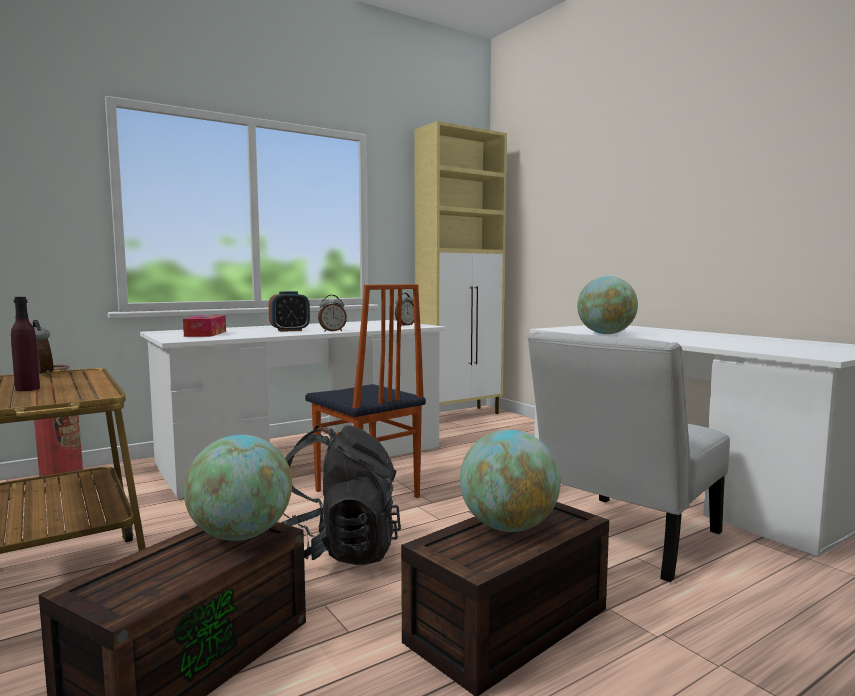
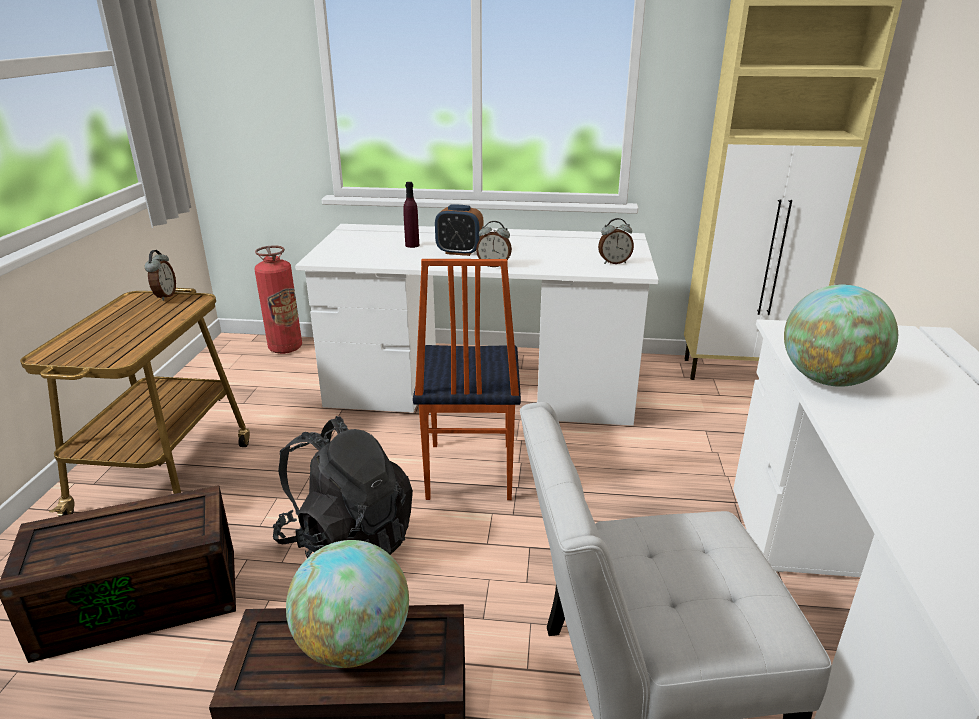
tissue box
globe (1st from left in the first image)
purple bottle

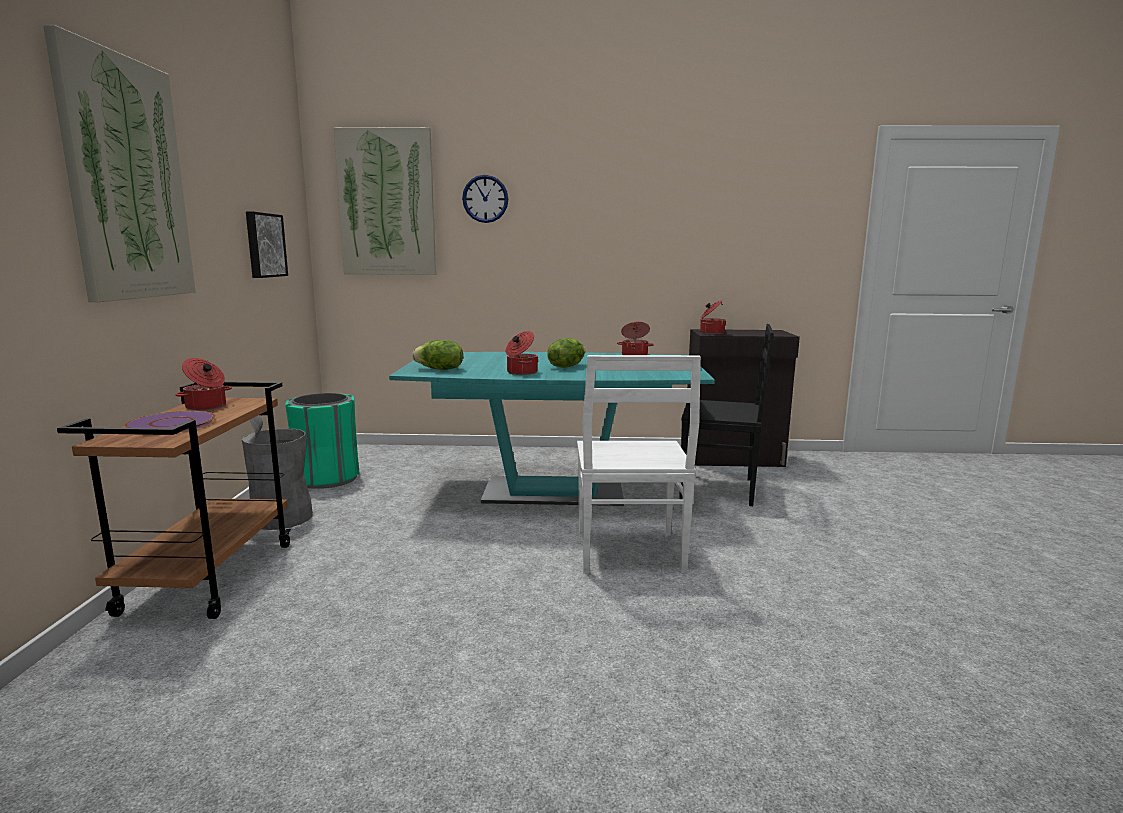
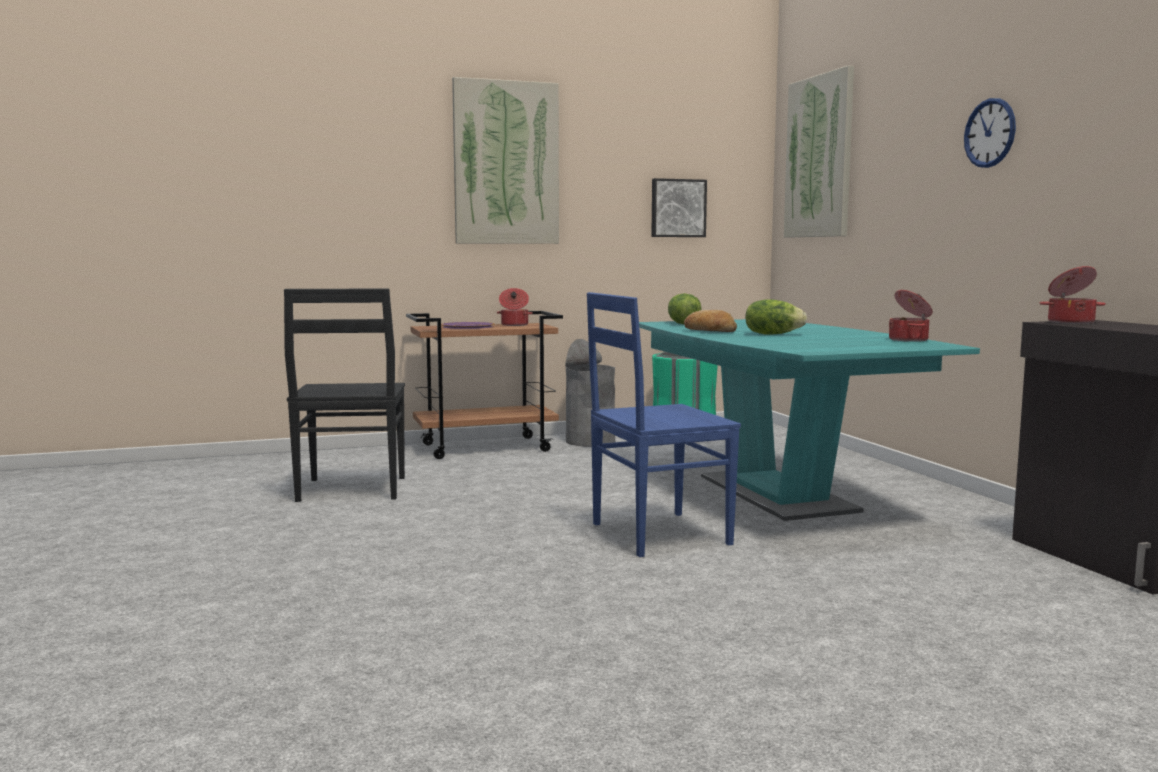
wall clock
black chair
bread
blue chair

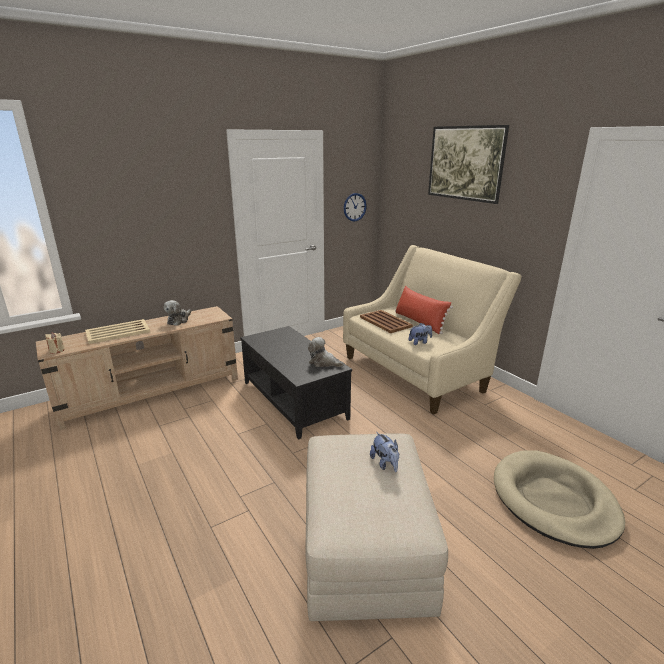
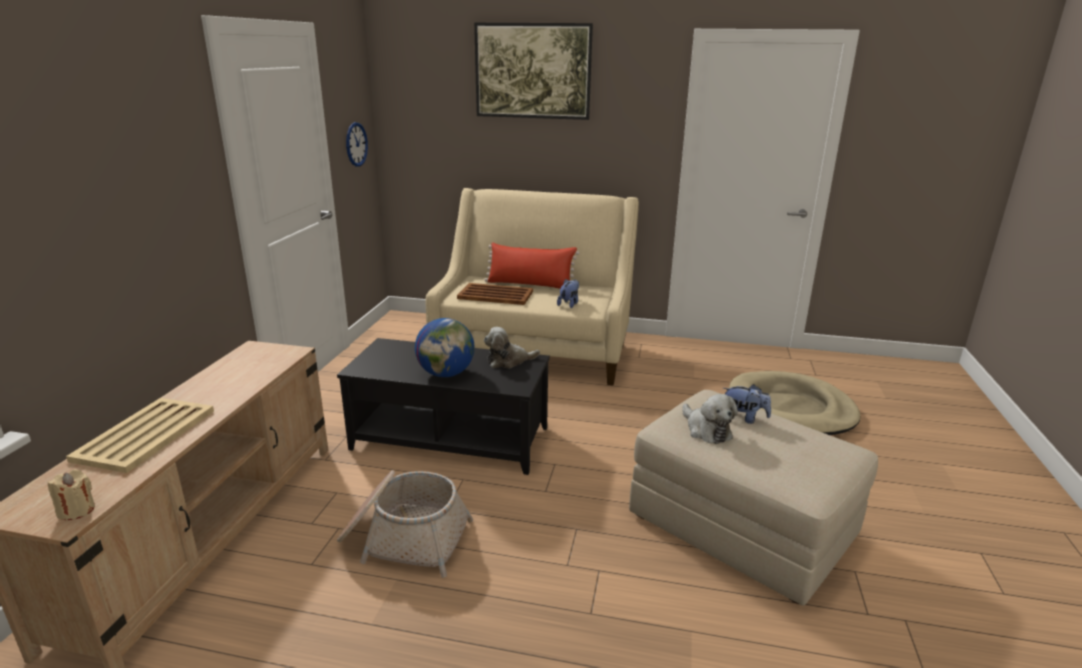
basket
globe
plush toy (3rd from left)

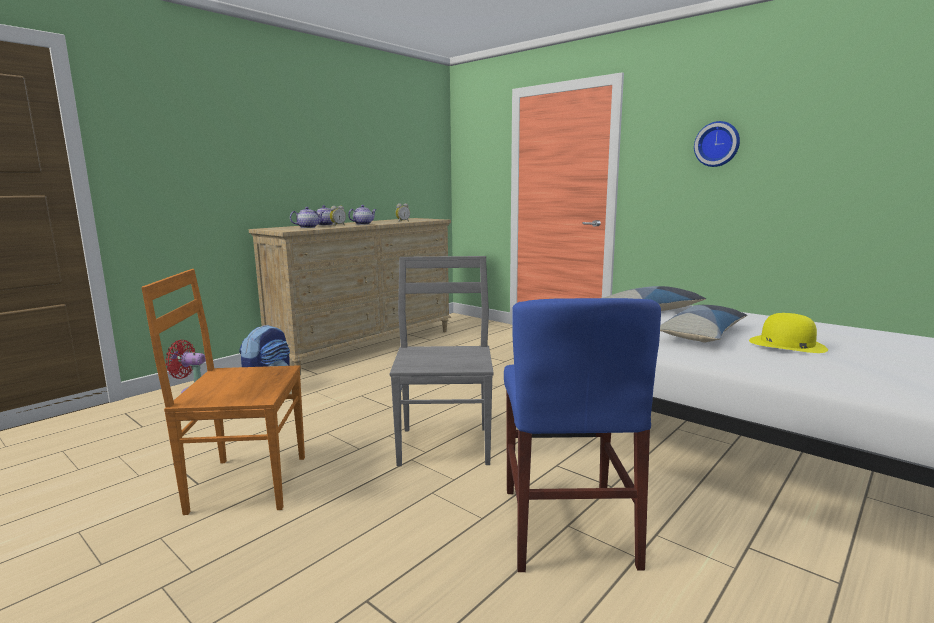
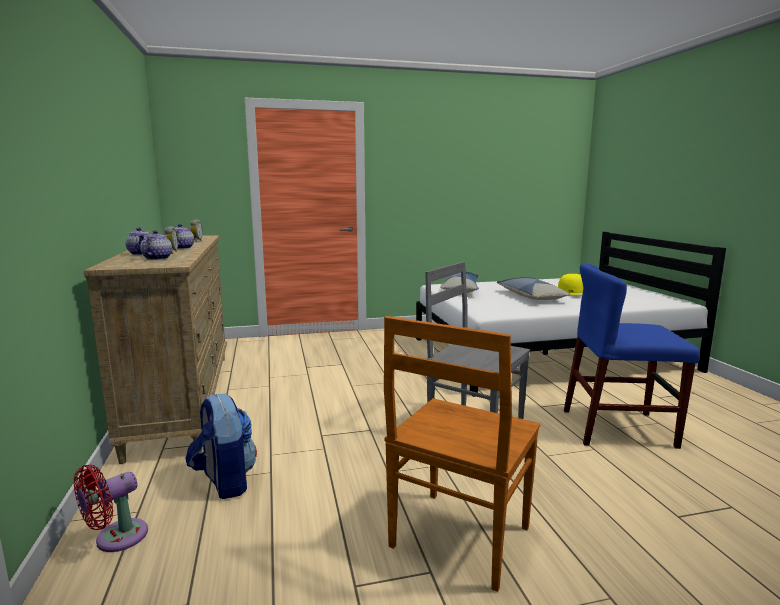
wall clock
blue chair

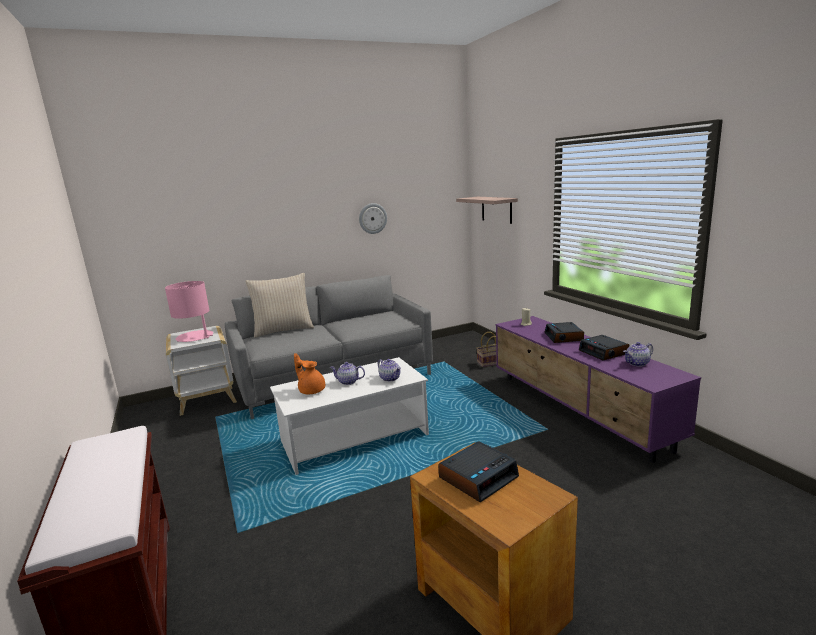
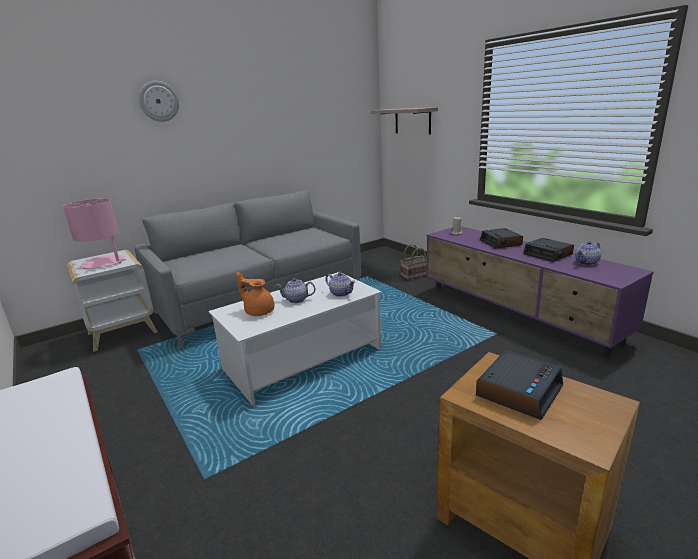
beige pillow
wall clock

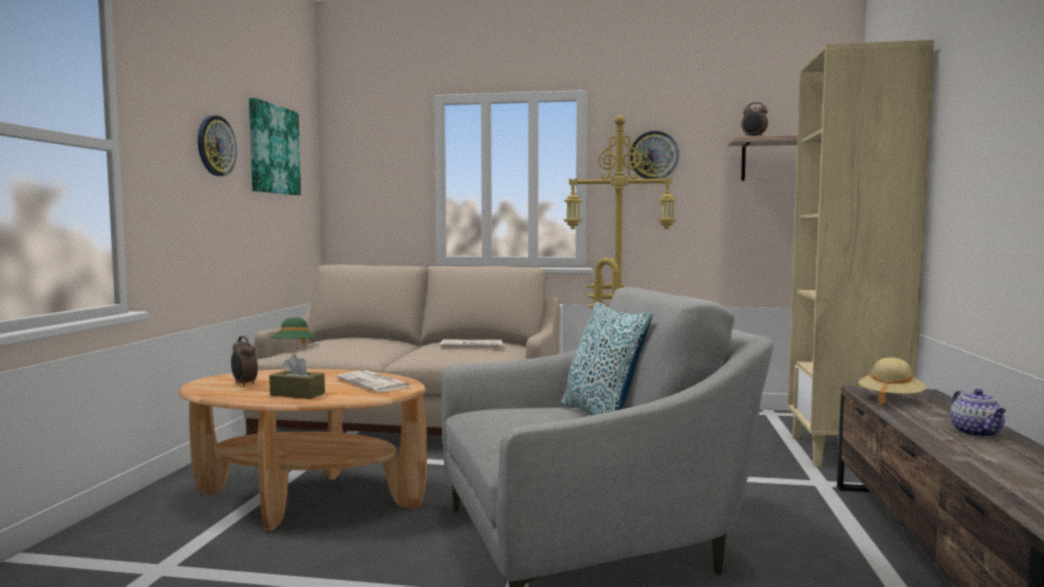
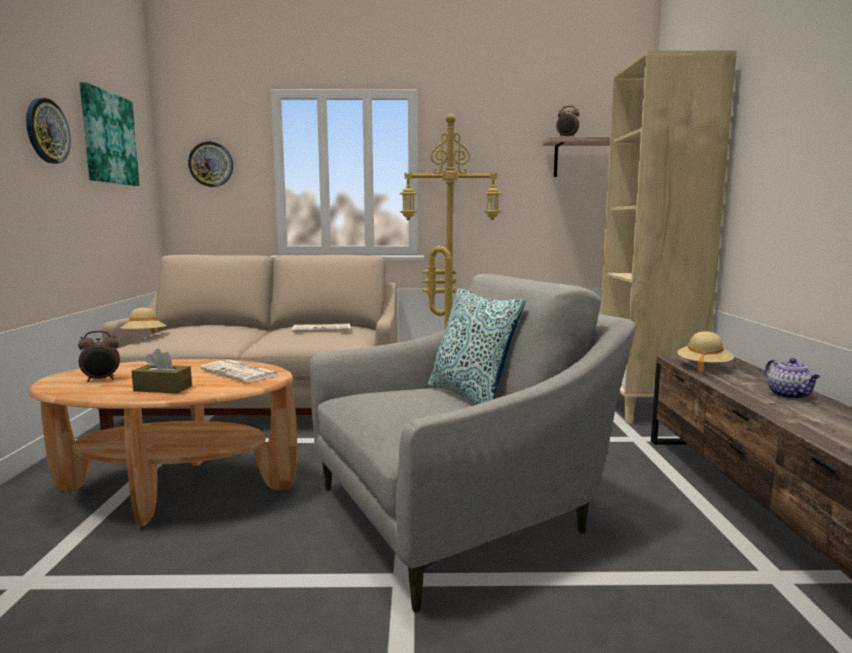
wall clock (2nd from left)
beige hat (1st from left)
alarm clock (1st from left)

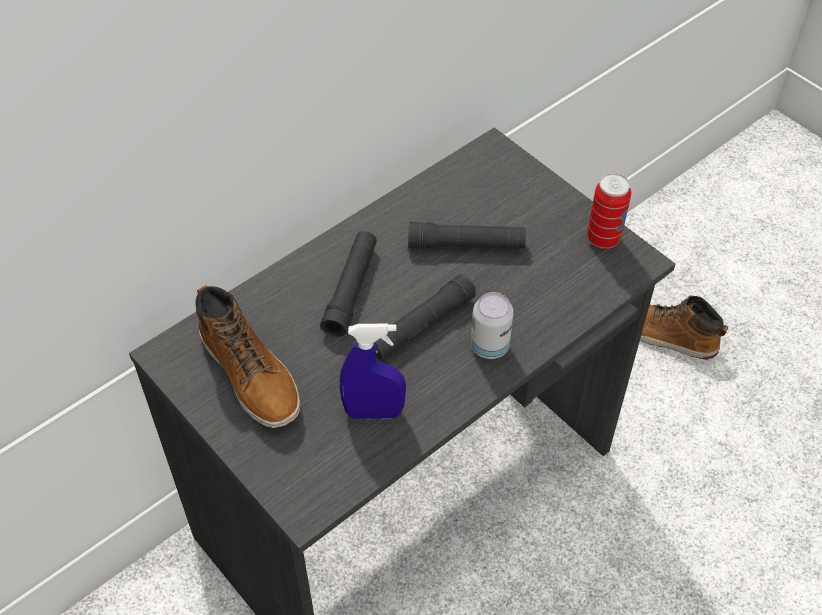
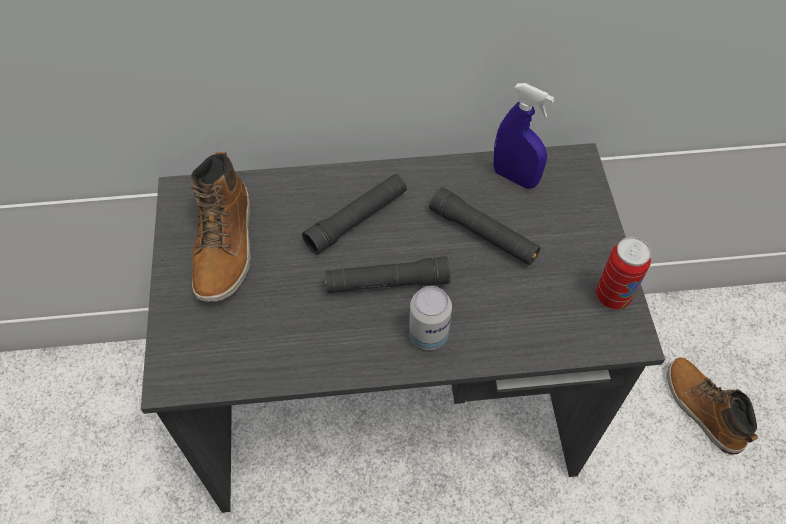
blue spray bottle

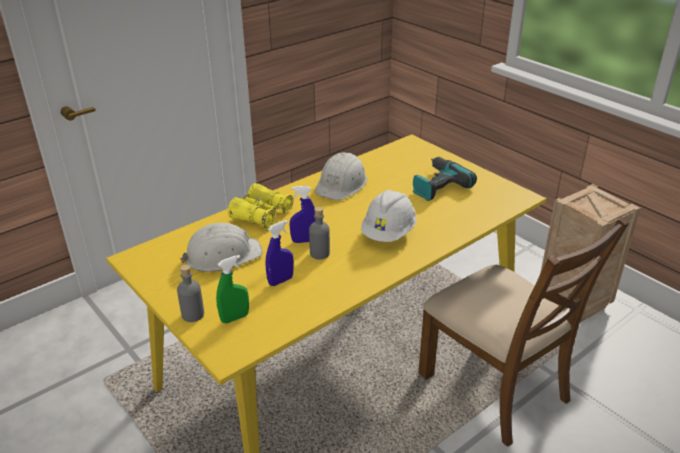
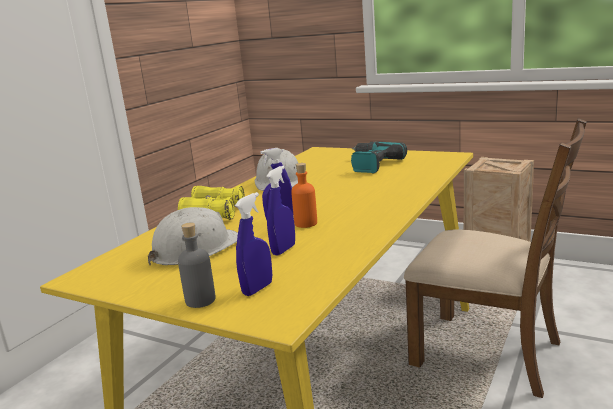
white hard hat (3rd from left in the first image)
blue spray bottle (1st from left)
orange bottle

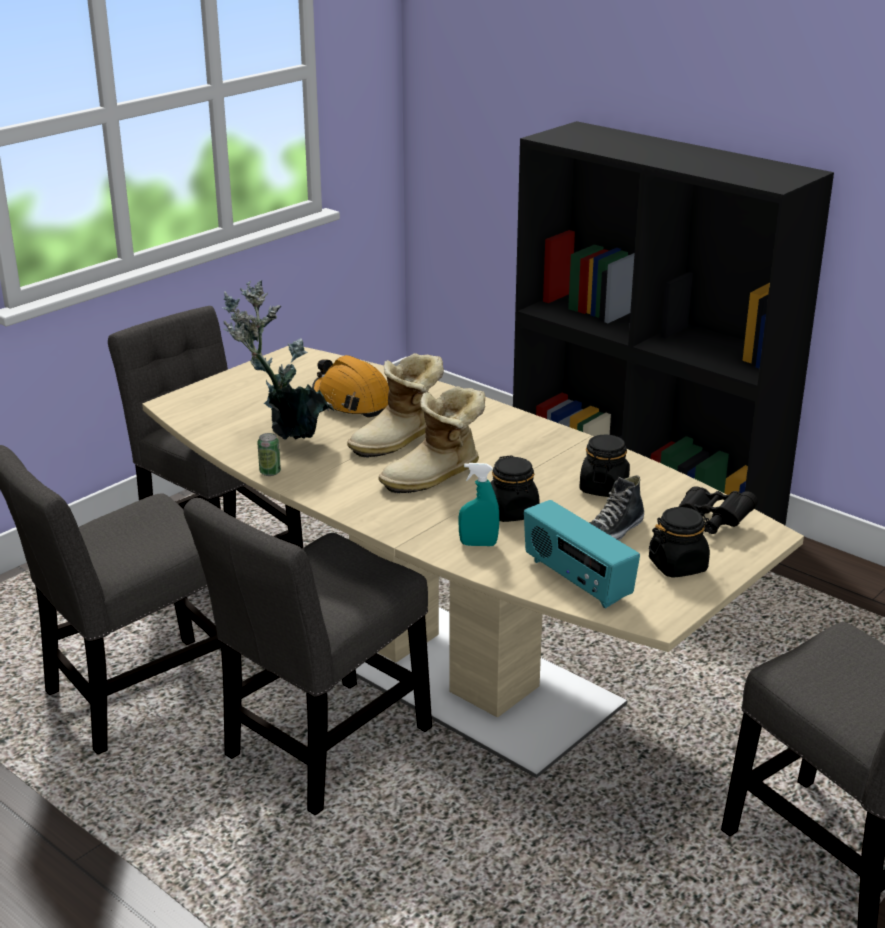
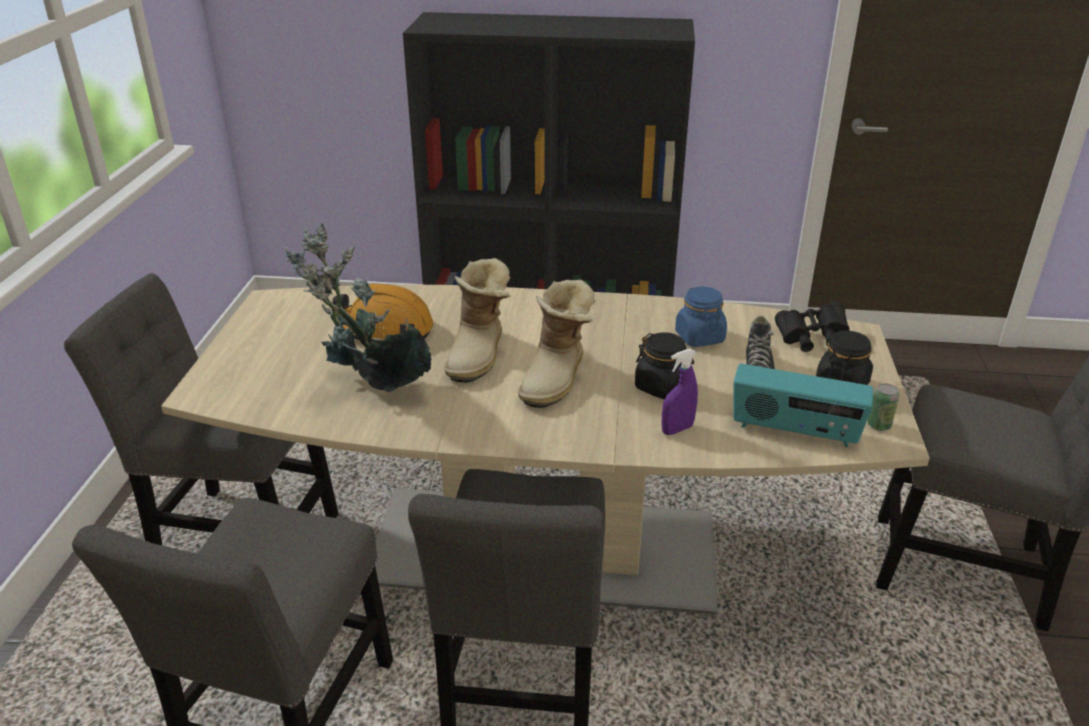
can
purple spray bottle
blue jar

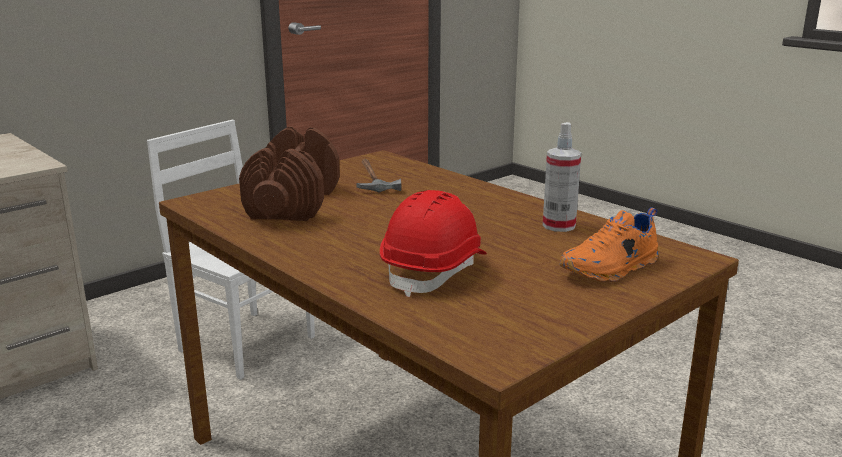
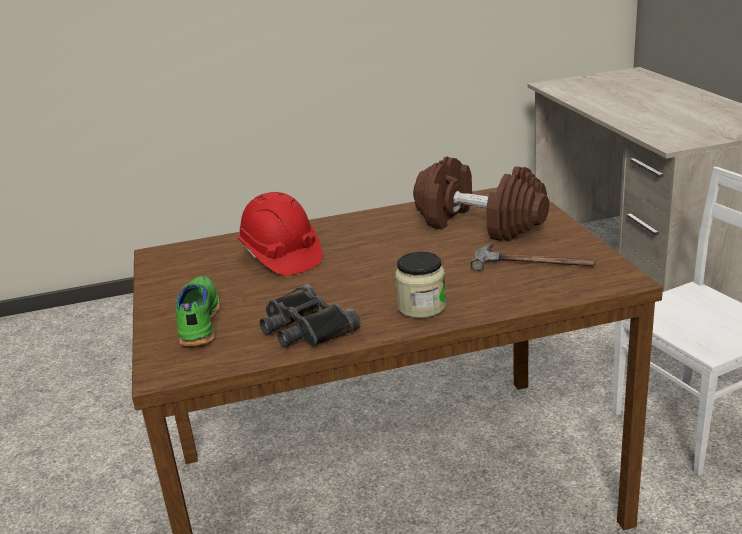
jar
black binoculars
green shoe

